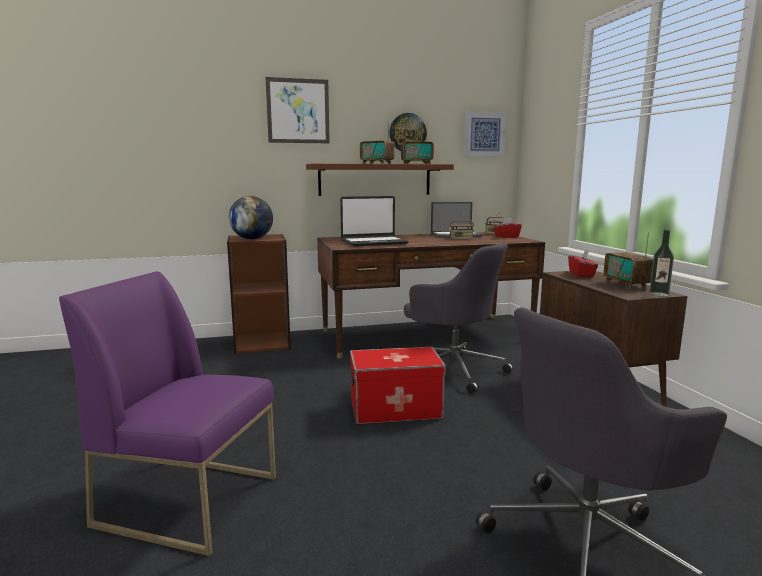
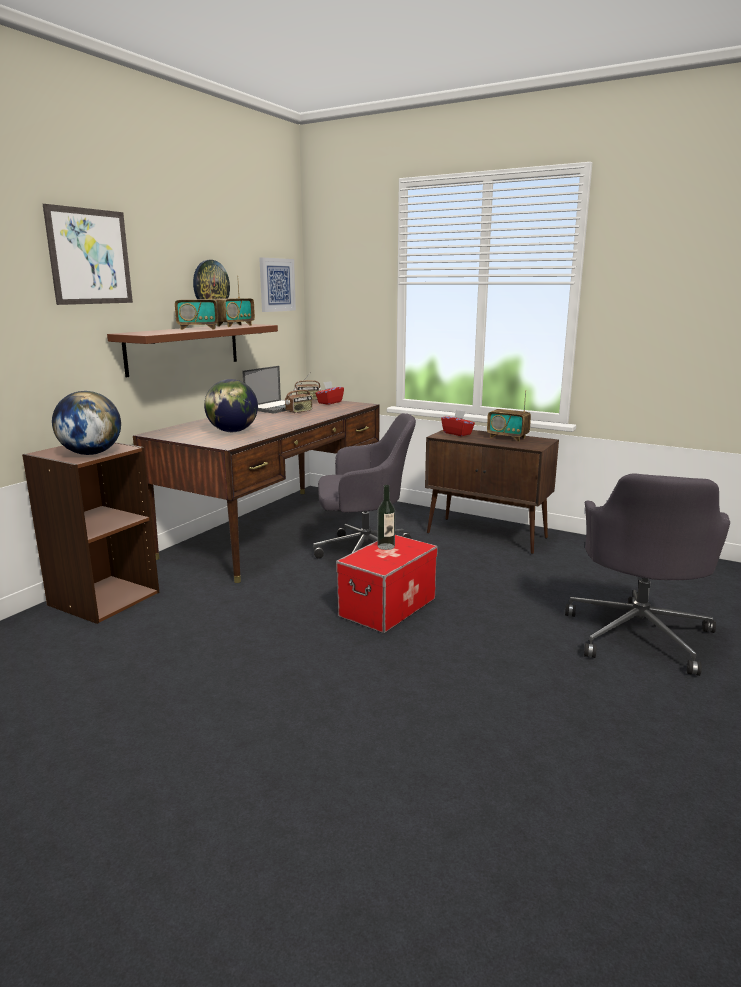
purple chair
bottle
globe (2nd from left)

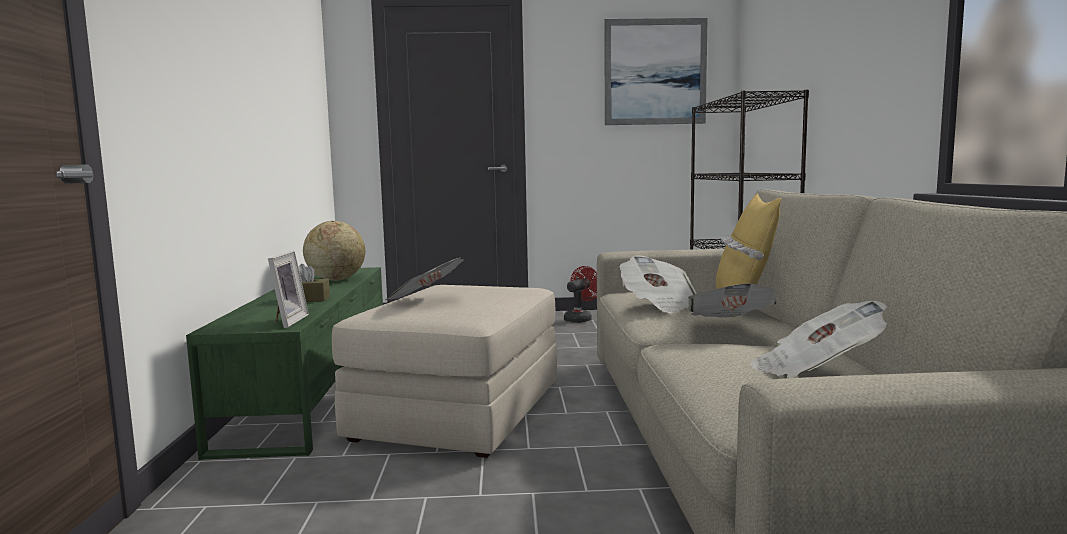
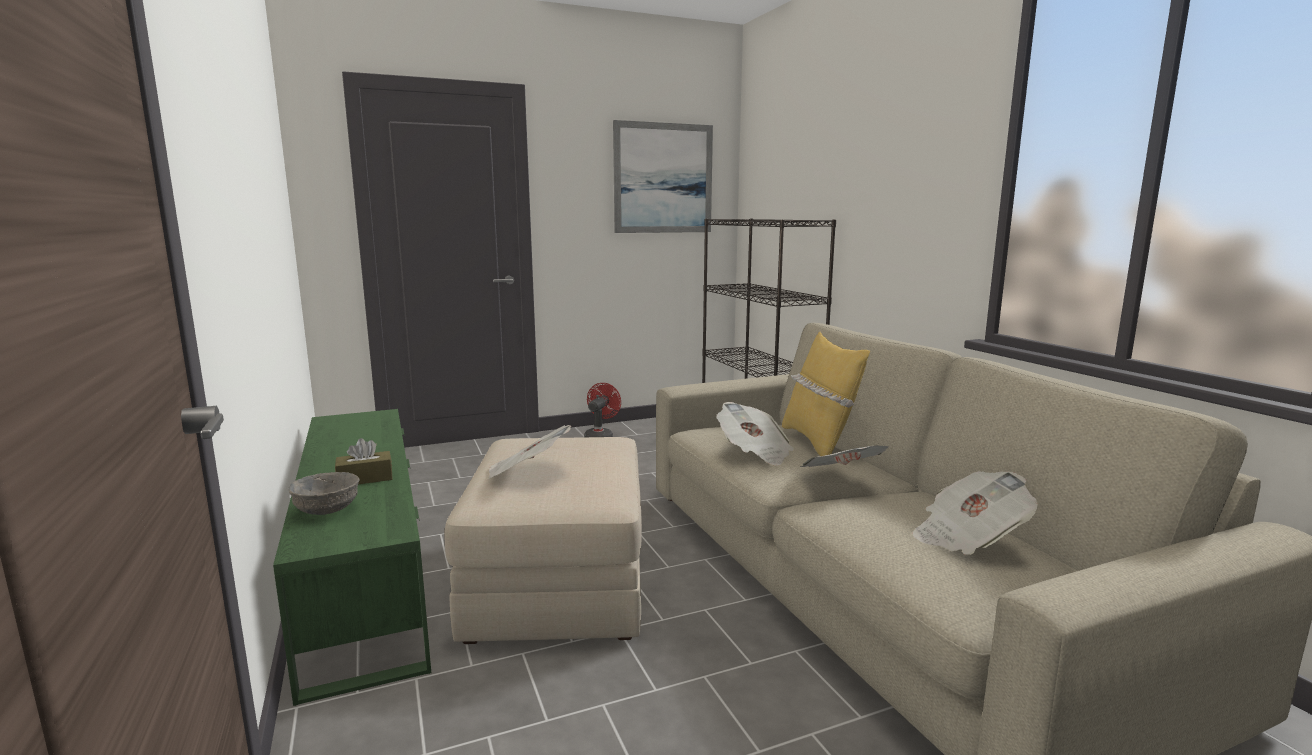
picture frame
globe
grey bowl

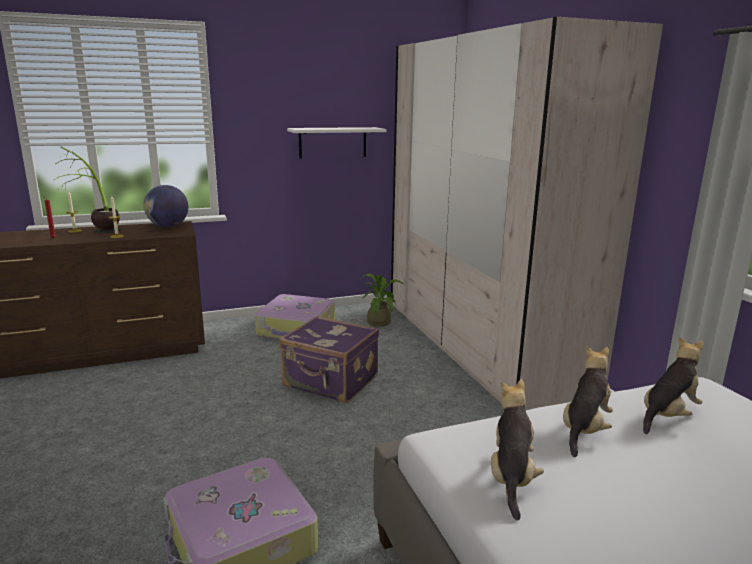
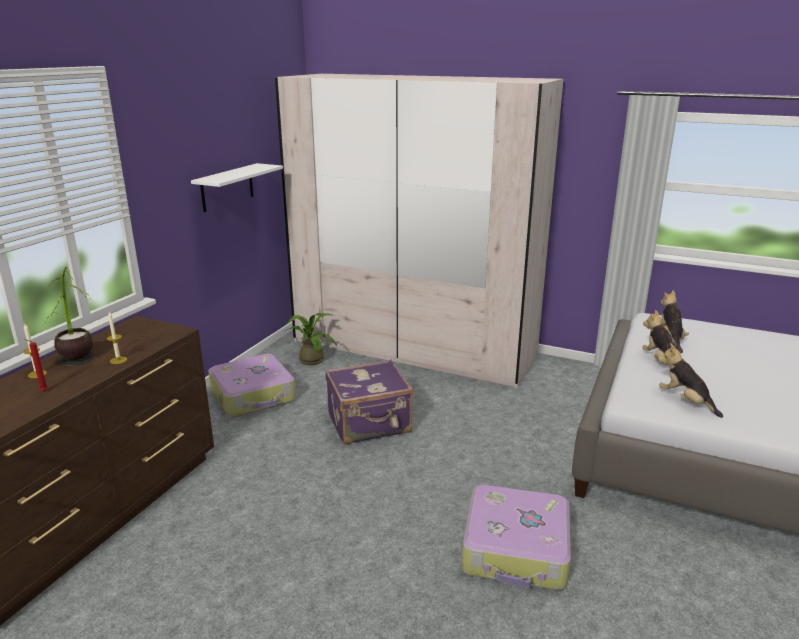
globe

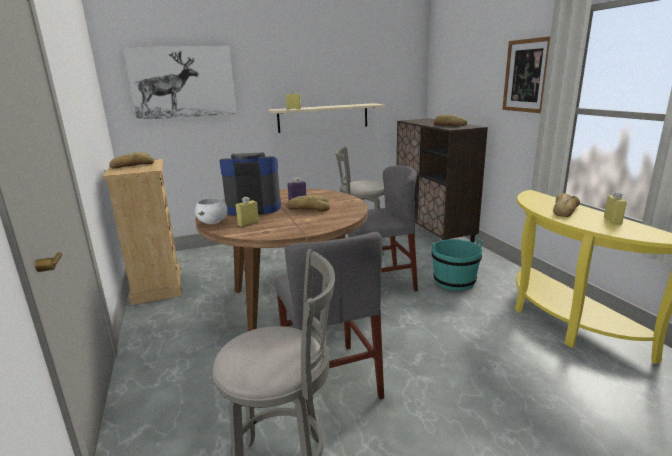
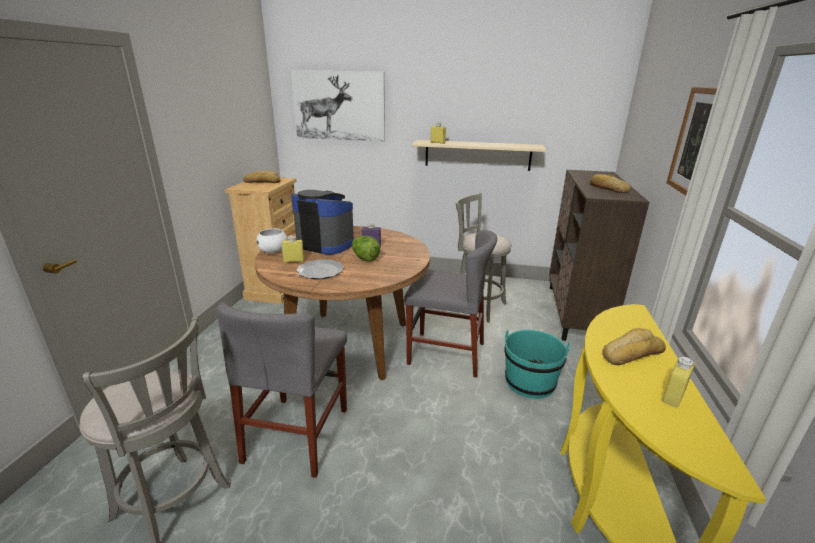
plate
lettuce

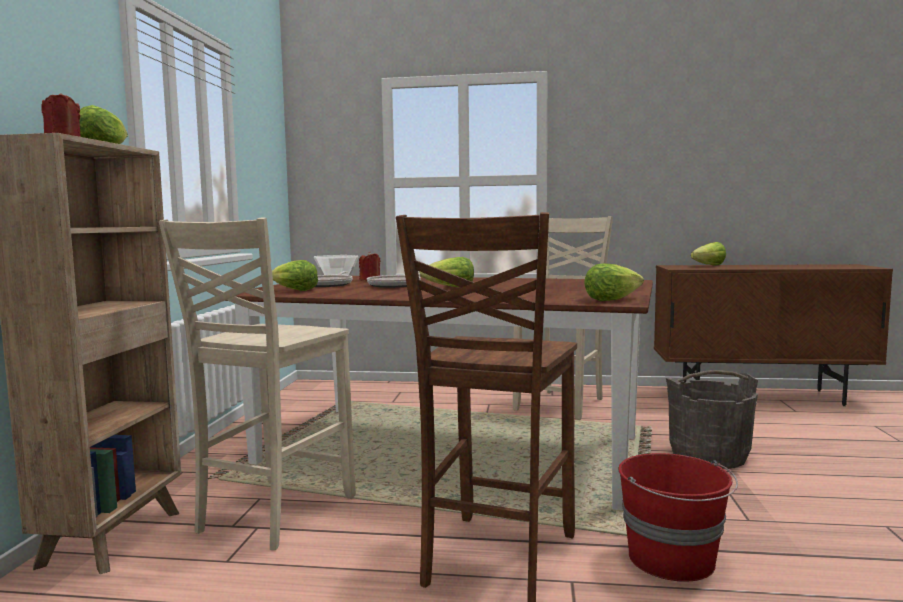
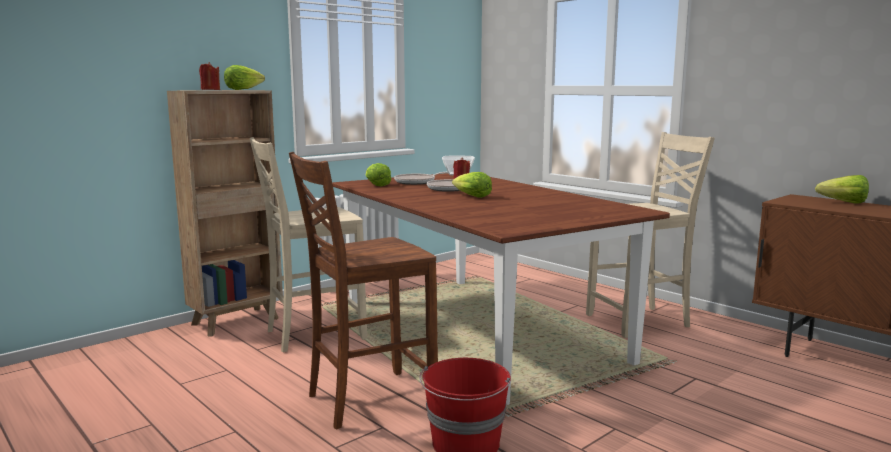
lettuce (4th from left in the first image)
grey bucket

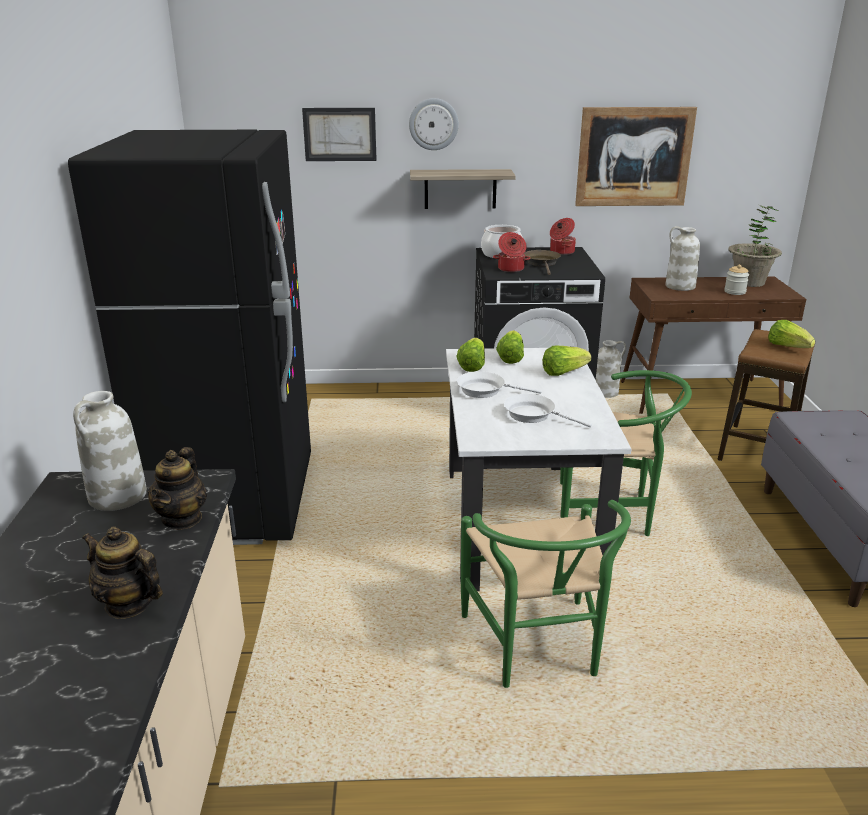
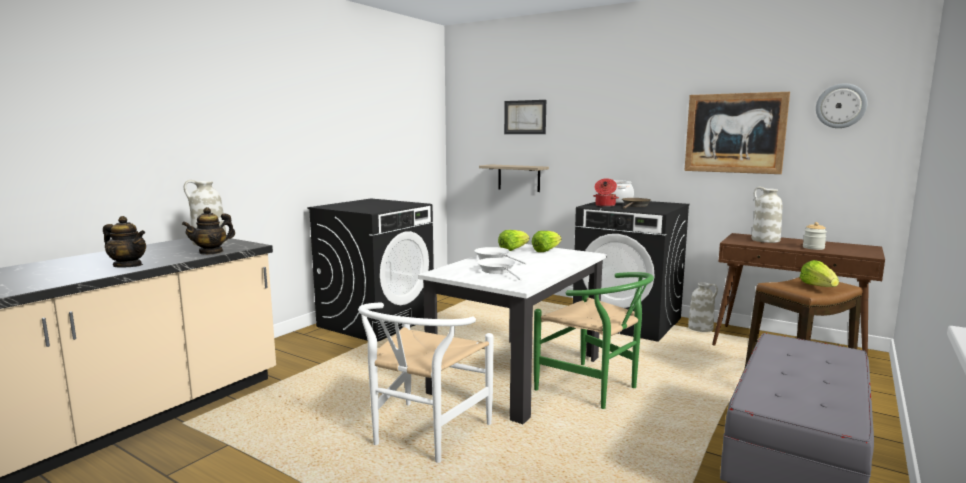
lettuce (3rd from left in the first image)
cooking pot (3rd from left in the first image)
potted plant
wall clock
shelf
black washing machine (1st from left)
white chair
teapot (1st from left)

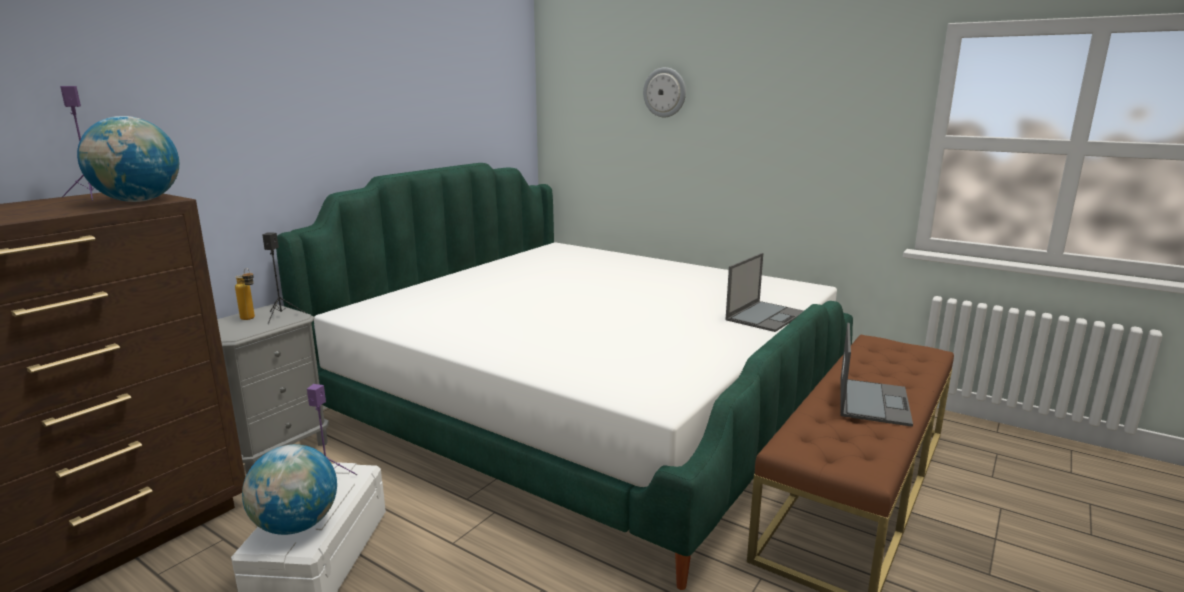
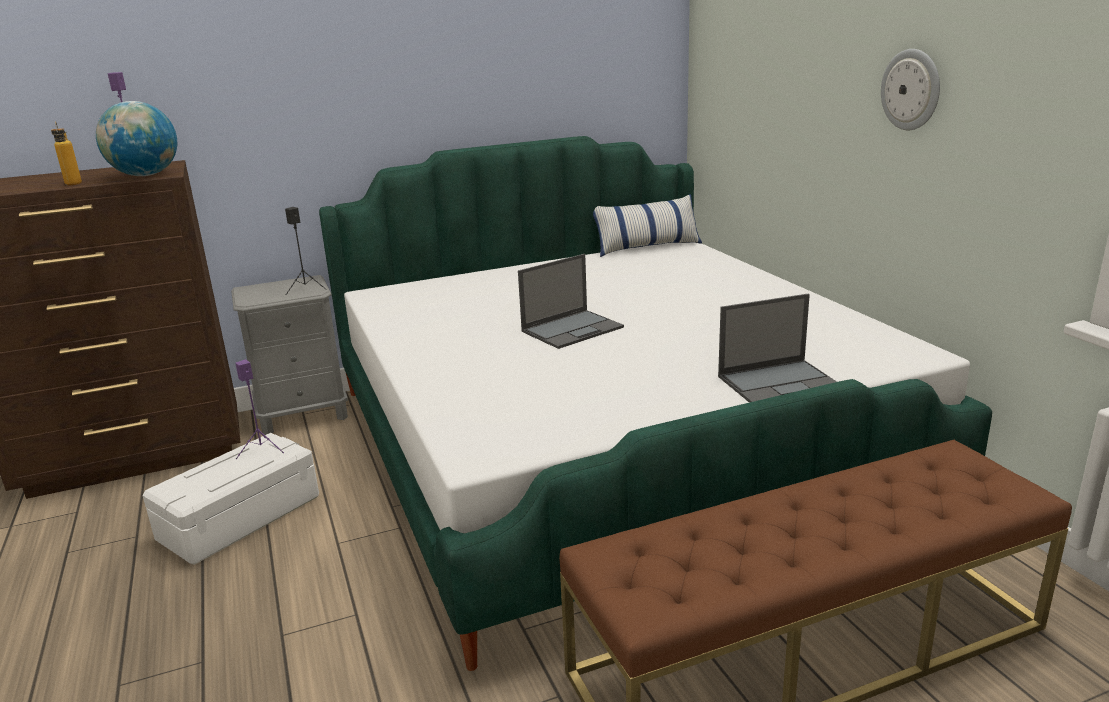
globe (2nd from left in the first image)
pillow
bottle
wall clock
laptop (1st from left)

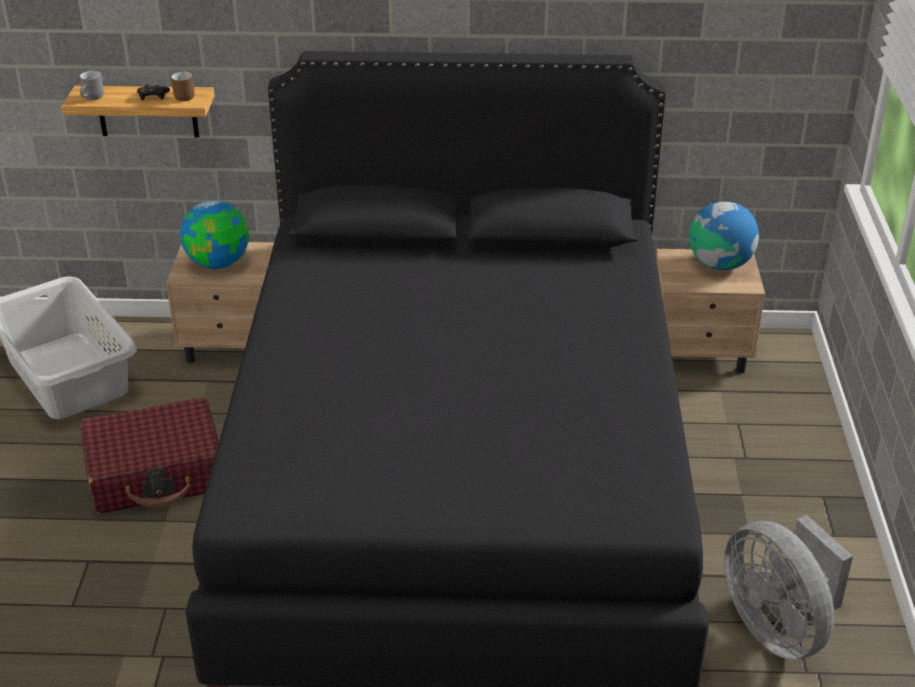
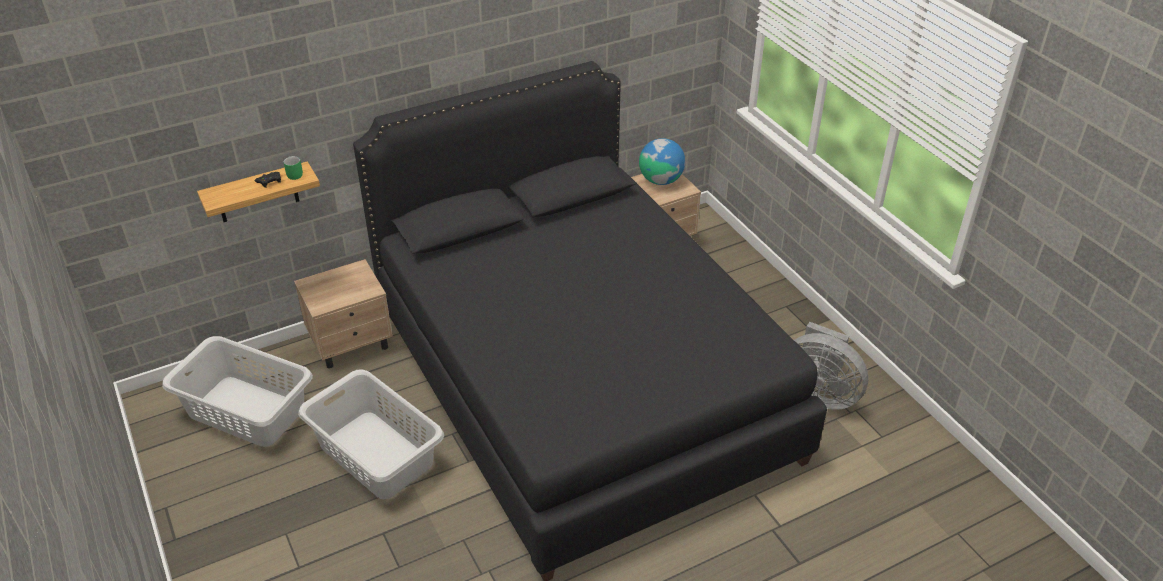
grey mug
globe (1st from left in the first image)
grey laundry basket (2nd from left)
green mug

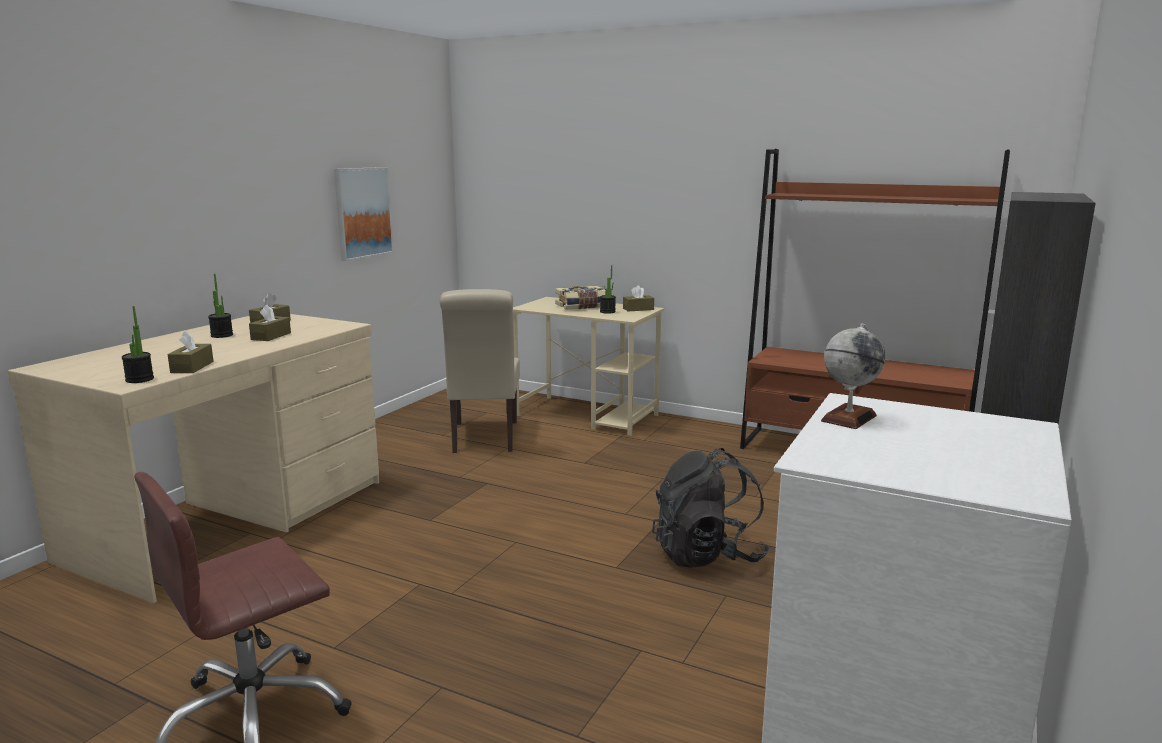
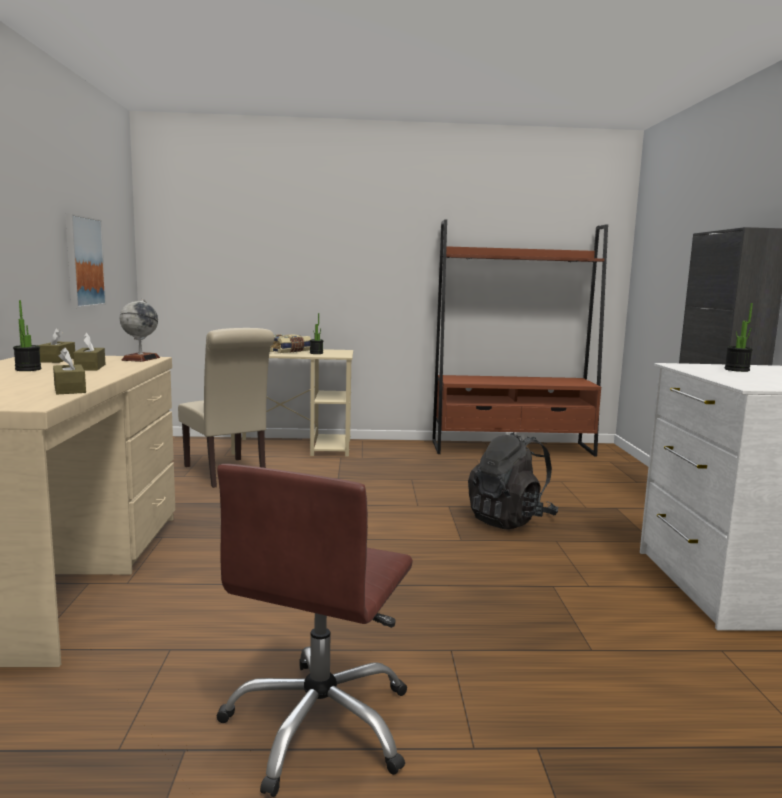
brown tissue box (4th from left in the first image)
potted plant (3rd from left)
globe

